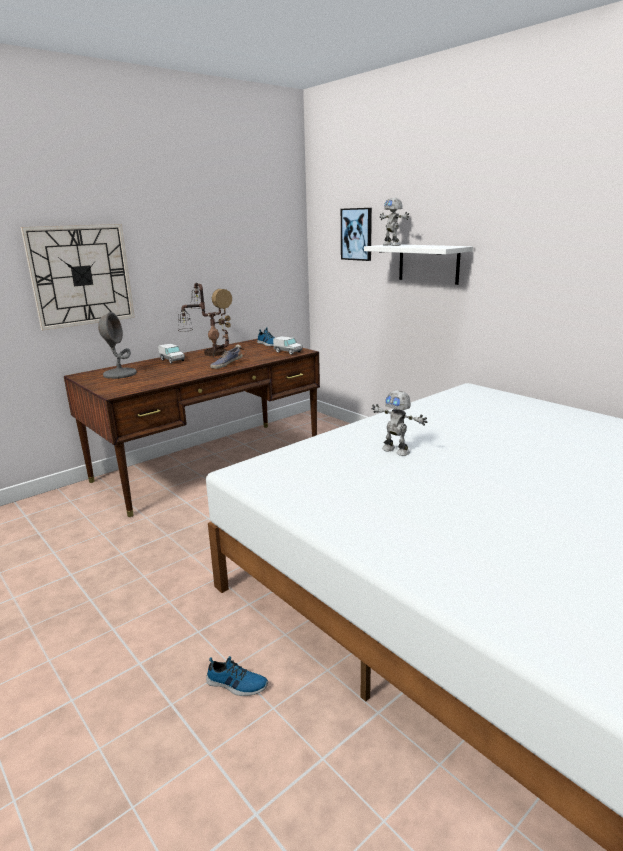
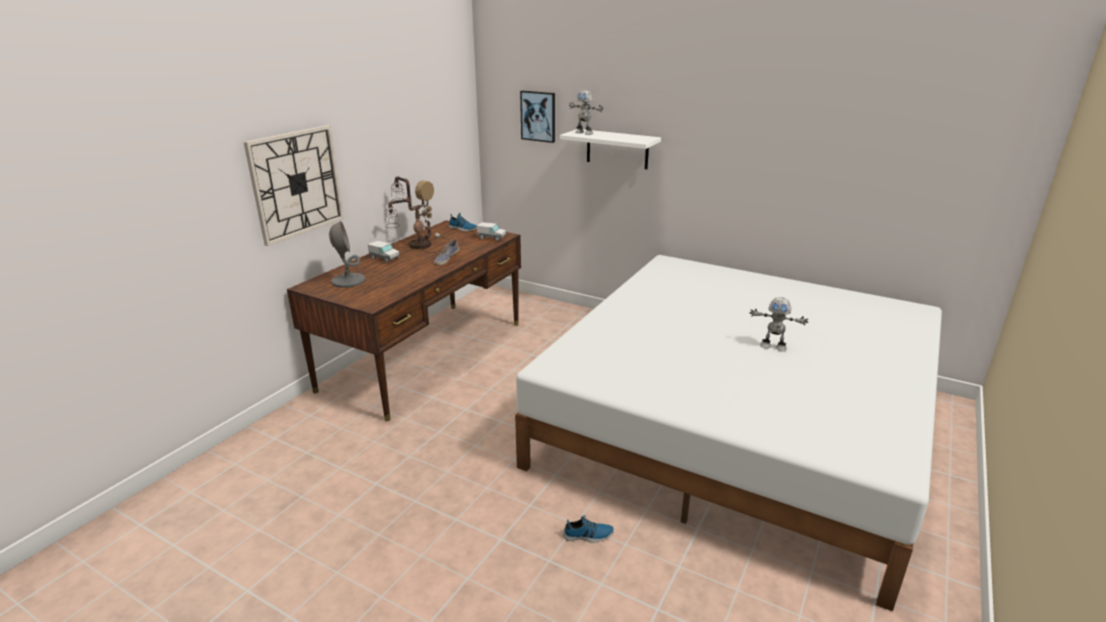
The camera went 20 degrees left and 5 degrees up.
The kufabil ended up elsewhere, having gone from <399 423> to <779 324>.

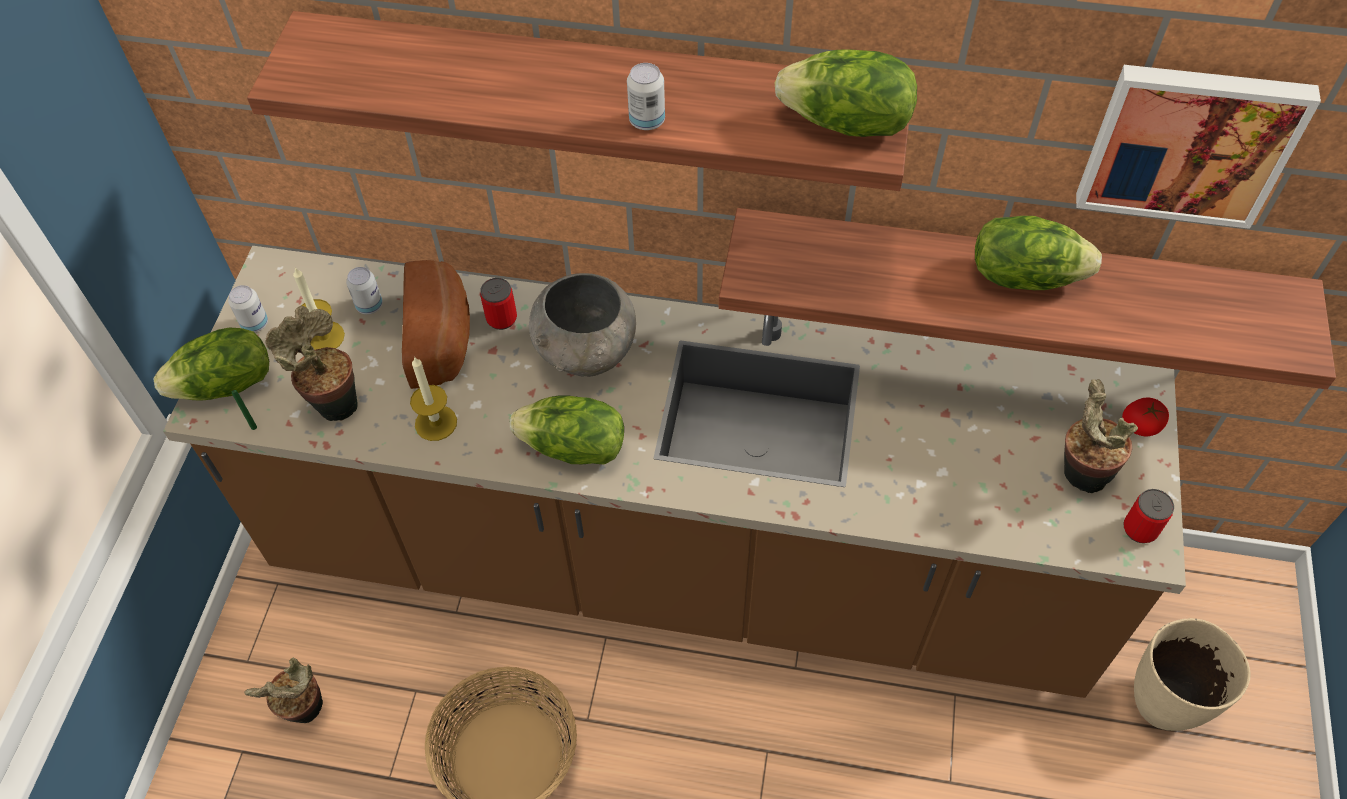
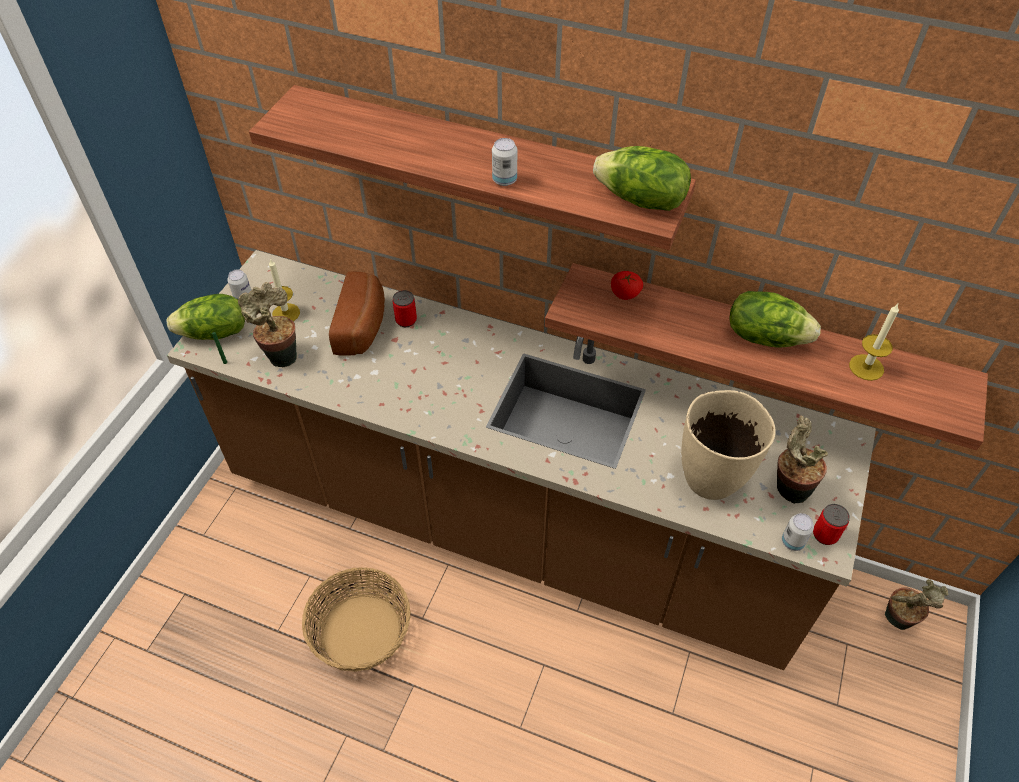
The camera went 10 degrees right and 5 degrees down.
The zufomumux ended up elsewhere, having gone from <283 690> to <917 604>.
The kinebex ended up elsewhere, having gone from <364 290> to <798 532>.
The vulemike ended up elsewhere, having gone from <433 398> to <874 342>.
The second view lost the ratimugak at <567 430>.
The second view lost the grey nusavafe at <582 325>.
The second view lost the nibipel at <1198 147>.
The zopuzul ended up elsewhere, having gone from <1145 417> to <627 285>.
The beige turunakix ended up elsewhere, having gone from <1192 674> to <728 445>.

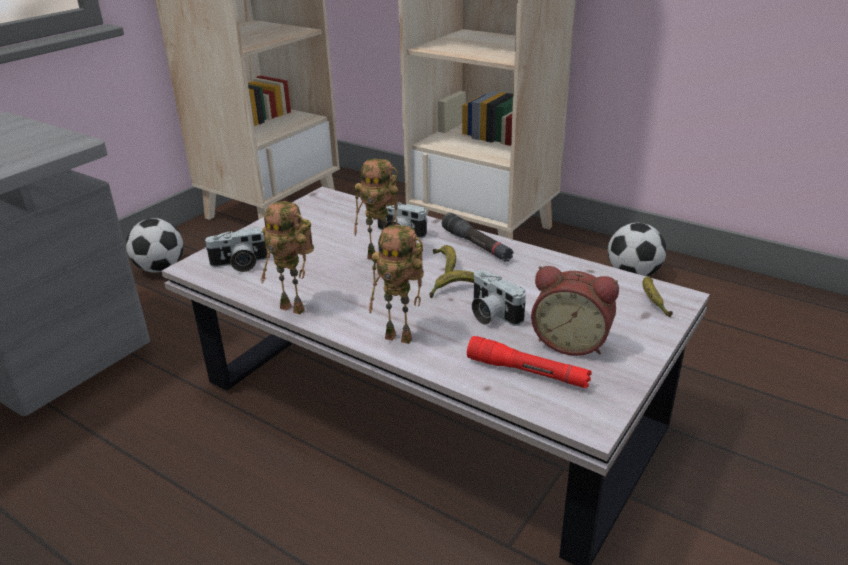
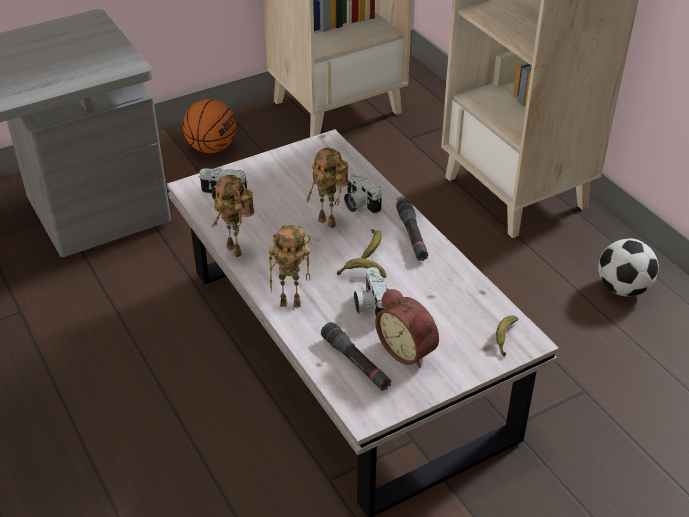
The camera went 25 degrees right and 10 degrees up.
Where the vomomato stood at <154 245>, the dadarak came to stand at <209 126>.
The kufabil at <396 284> ended up facing another way, 45 degrees counterclockwise from before.
What was the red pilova at <529 362> turned into the black pilova at <356 356>.

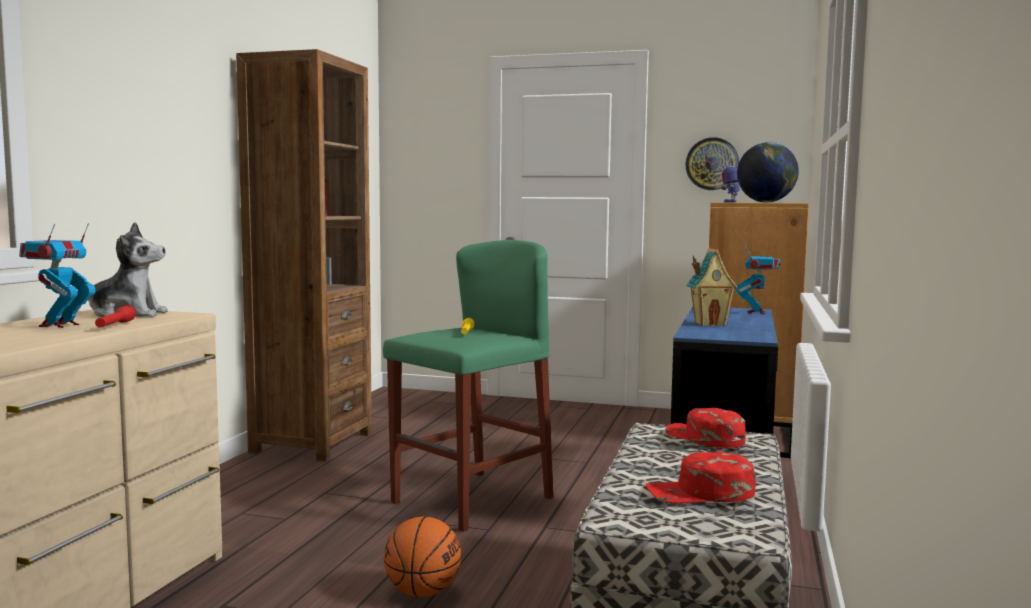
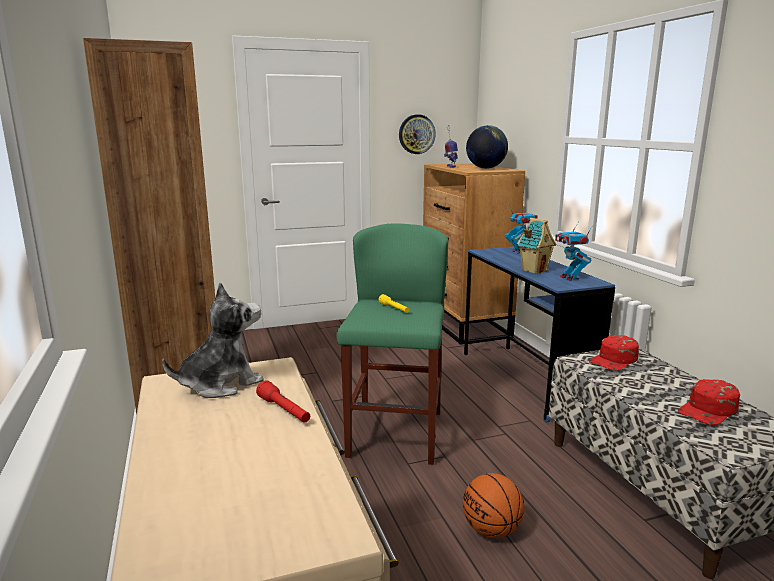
The camera went 35 degrees left and 10 degrees up.
The kufabil ended up elsewhere, having gone from <57 275> to <574 251>.
The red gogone at <705 428> ended up facing another way, 60 degrees counterclockwise from before.

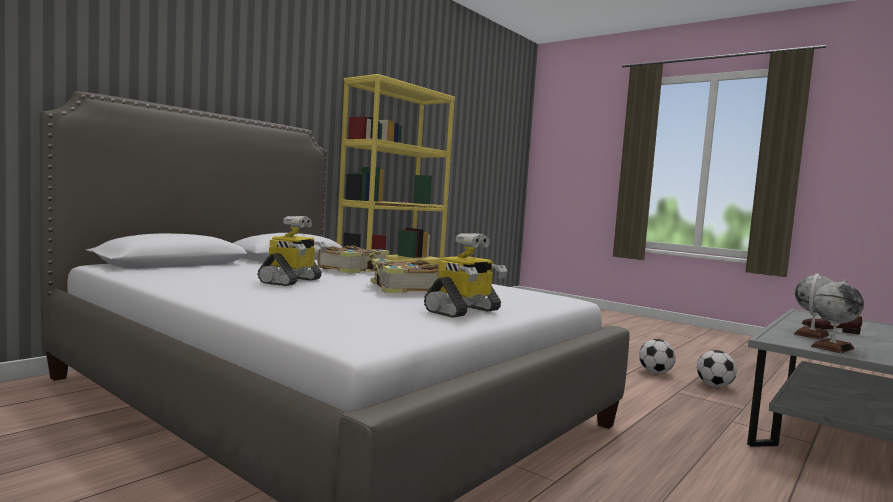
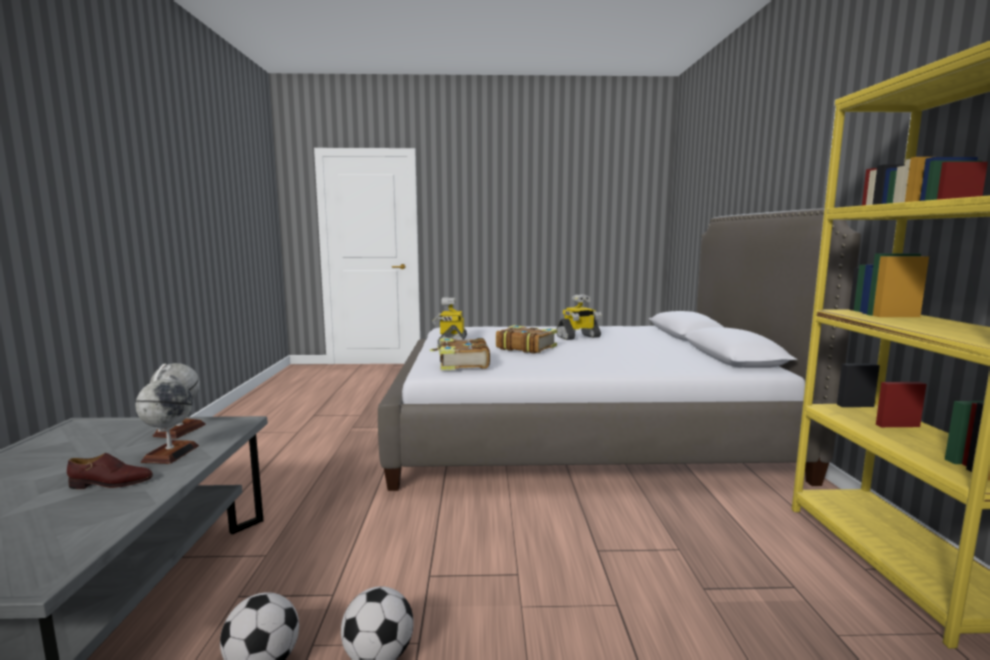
The camera went 140 degrees right and 5 degrees up.
The kufabil at <292 251> ended up facing another way, 90 degrees counterclockwise from before.
The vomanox ended up elsewhere, having gone from <353 260> to <460 354>.

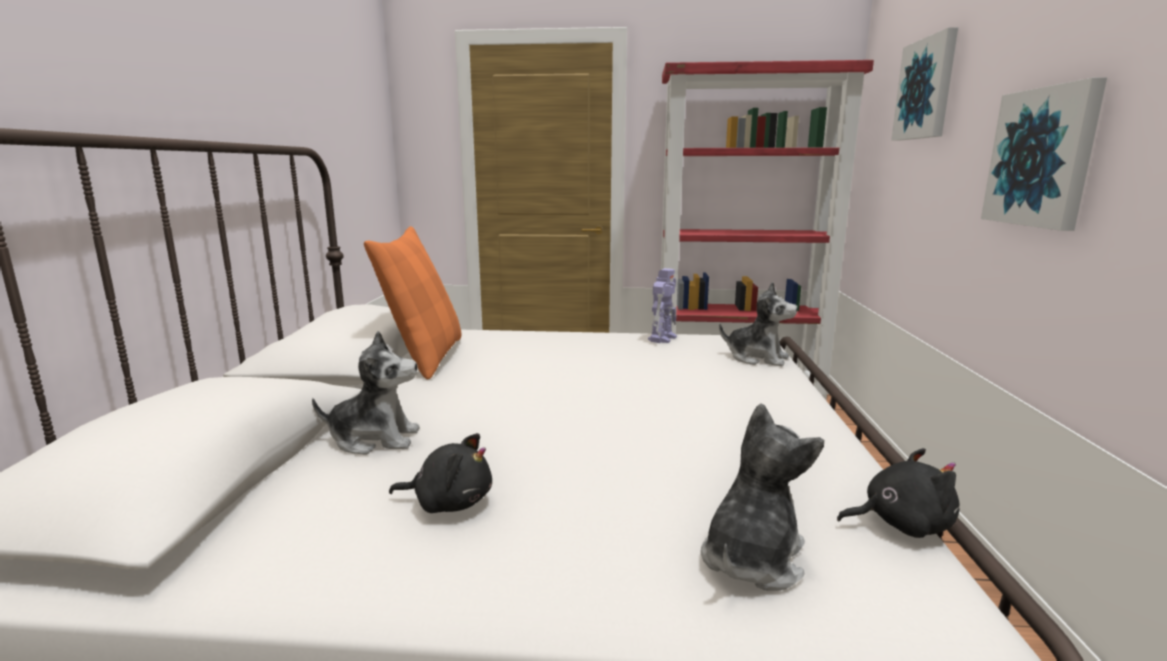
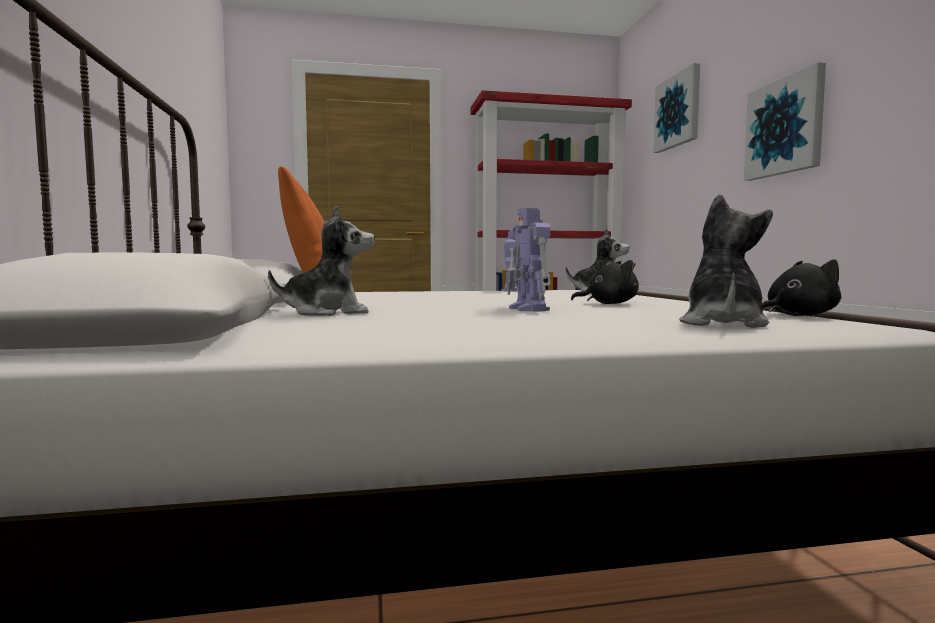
The camera went 15 degrees left and 10 degrees down.
The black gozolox ended up elsewhere, having gone from <440 473> to <605 282>.
The second view gained the kufabil at <529 260>.

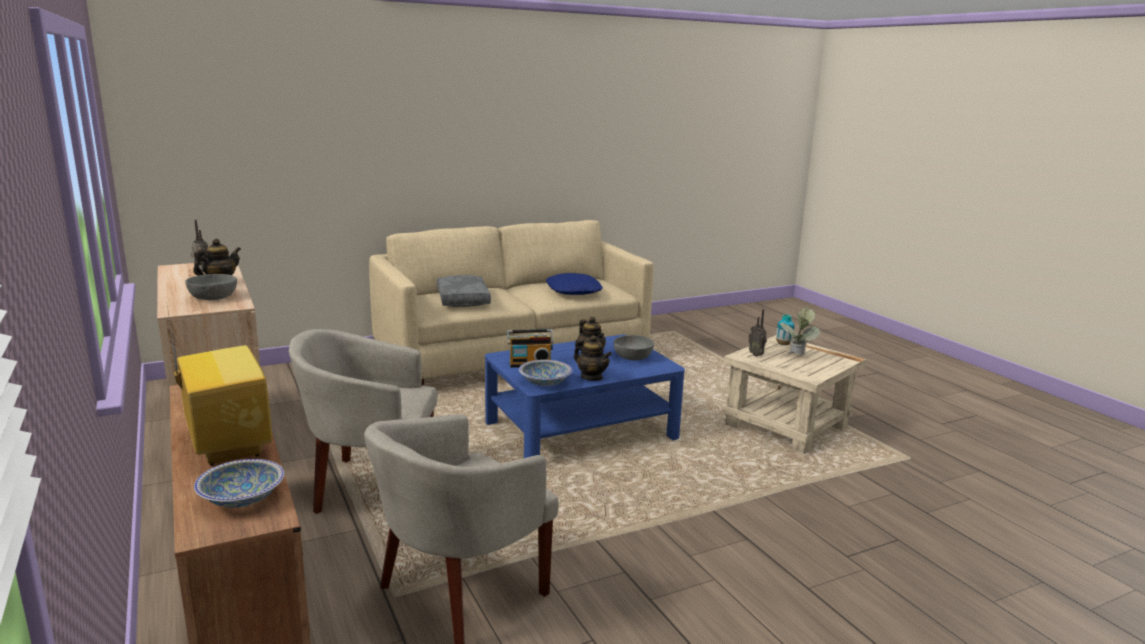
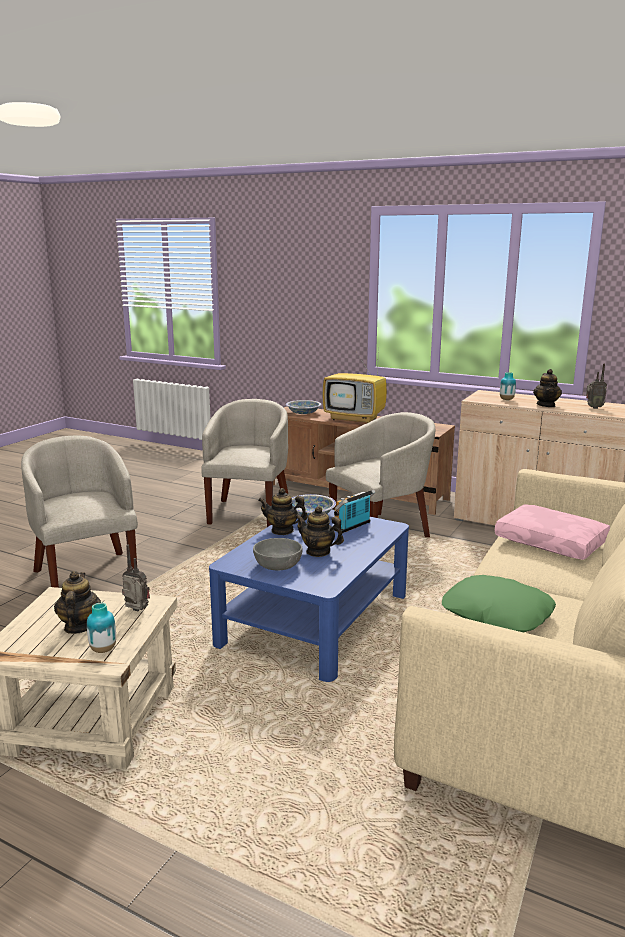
The camera went 145 degrees right and 0 degrees up.
Where the grey nusavafe stood at <211 287>, the turunakix came to stand at <508 386>.
What was the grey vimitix at <464 291> turned into the pink vimitix at <552 532>.
What was the blue vimitix at <574 284> turned into the green vimitix at <499 603>.
Where the zufomumux stood at <800 331>, the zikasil came to stand at <77 602>.
The second view gained the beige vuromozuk at <79 512>.

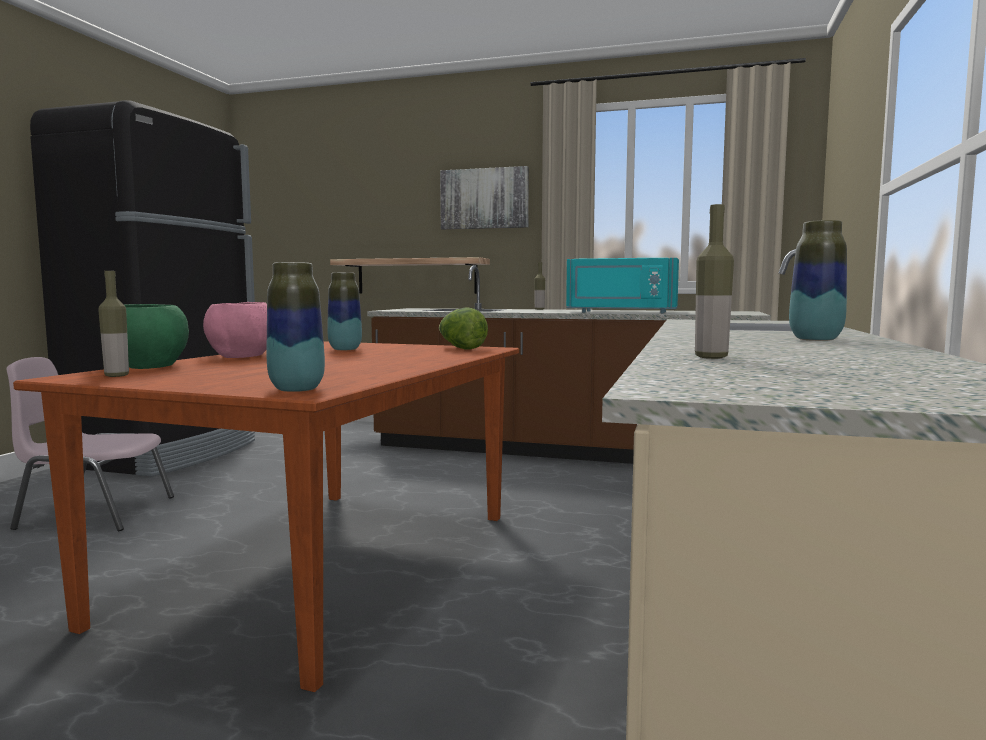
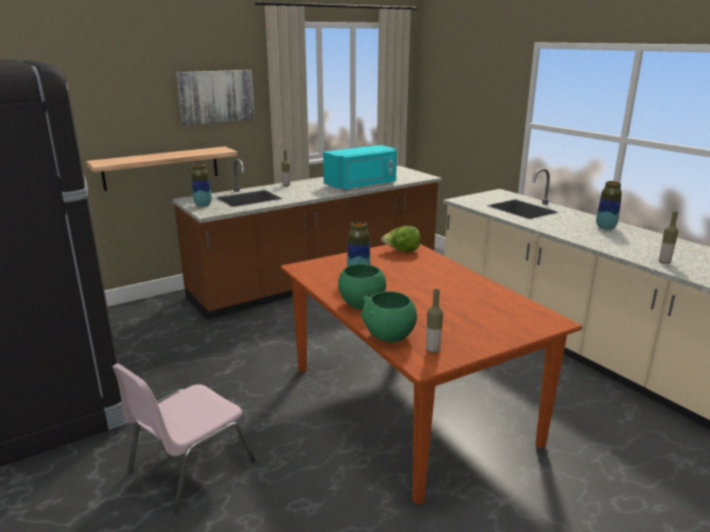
The camera went 50 degrees left and 15 degrees up.
What was the pink nusavafe at <235 330> turned into the green nusavafe at <362 286>.
The turunakix ended up elsewhere, having gone from <296 327> to <202 185>.

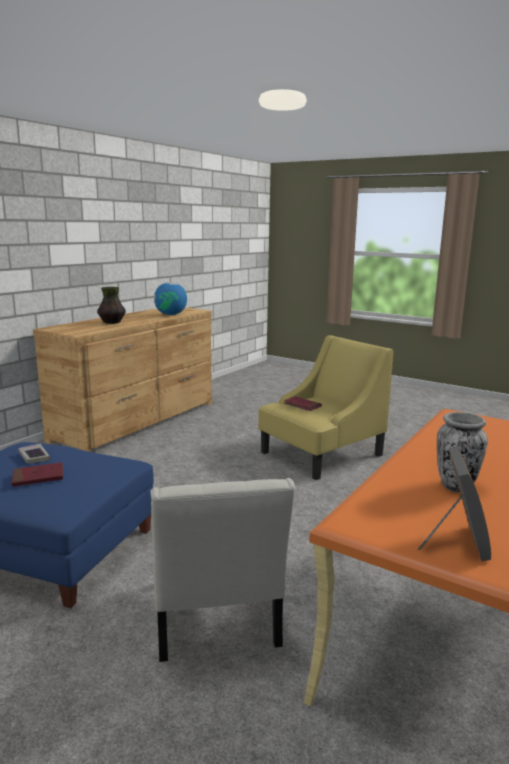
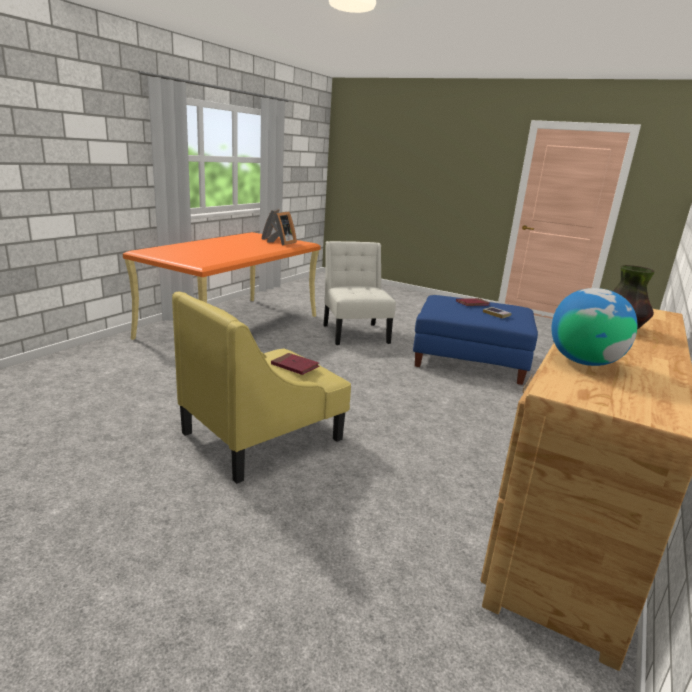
The camera went 175 degrees right and 5 degrees up.
The second view lost the turunakix at <462 452>.
The second view gained the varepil at <282 228>.

